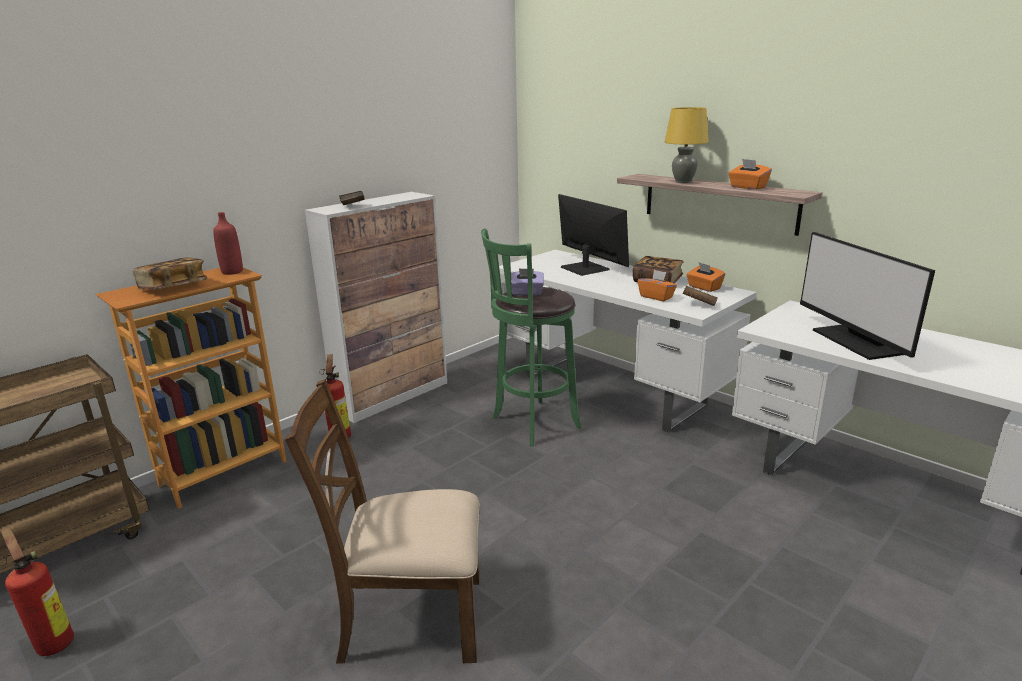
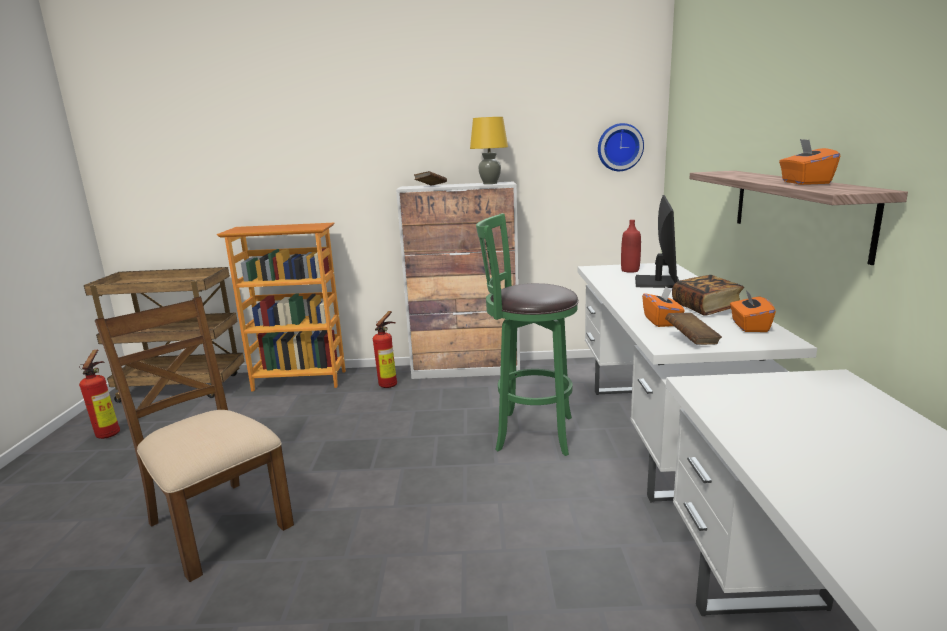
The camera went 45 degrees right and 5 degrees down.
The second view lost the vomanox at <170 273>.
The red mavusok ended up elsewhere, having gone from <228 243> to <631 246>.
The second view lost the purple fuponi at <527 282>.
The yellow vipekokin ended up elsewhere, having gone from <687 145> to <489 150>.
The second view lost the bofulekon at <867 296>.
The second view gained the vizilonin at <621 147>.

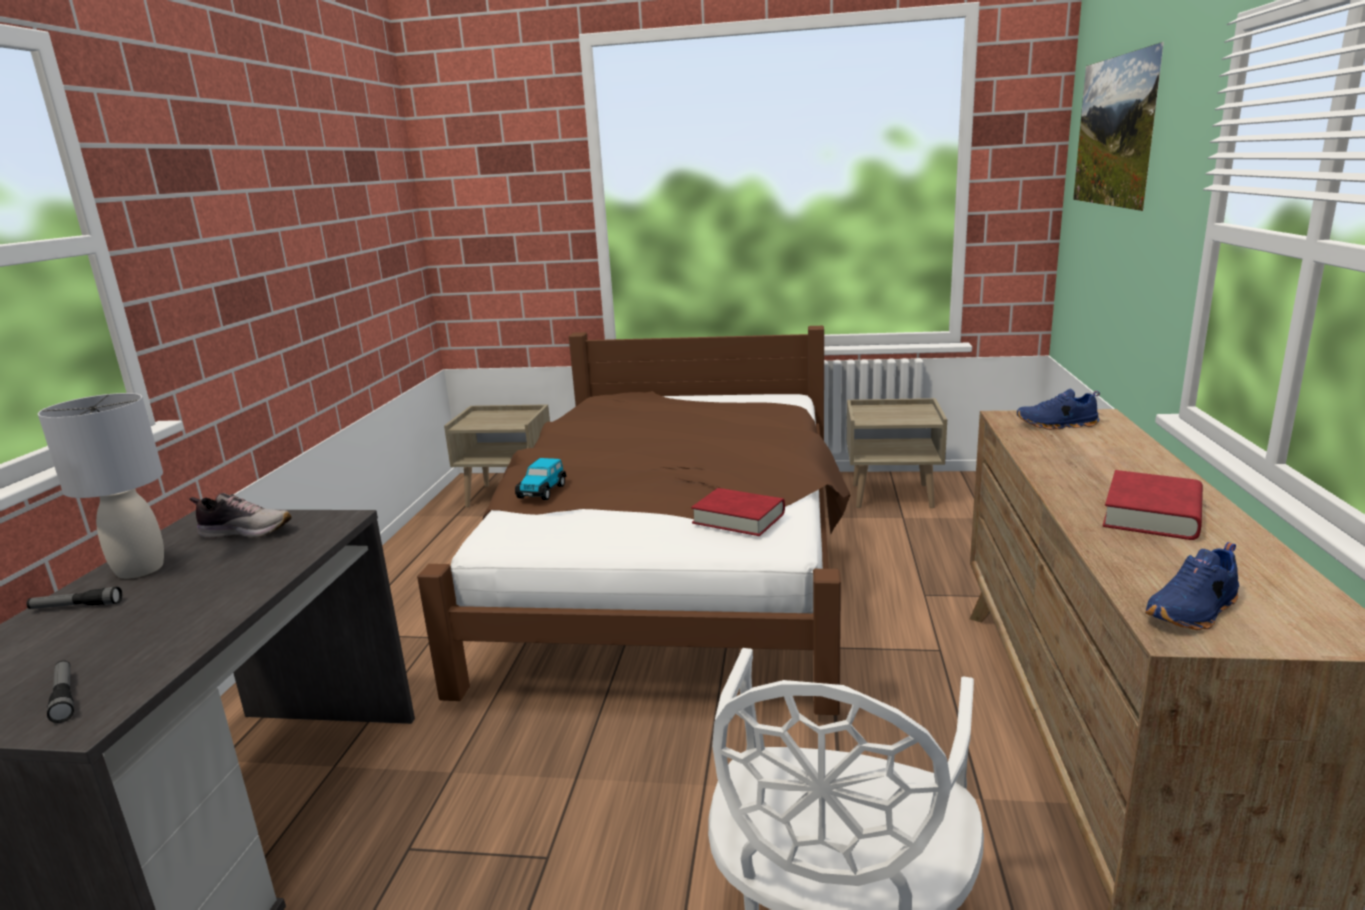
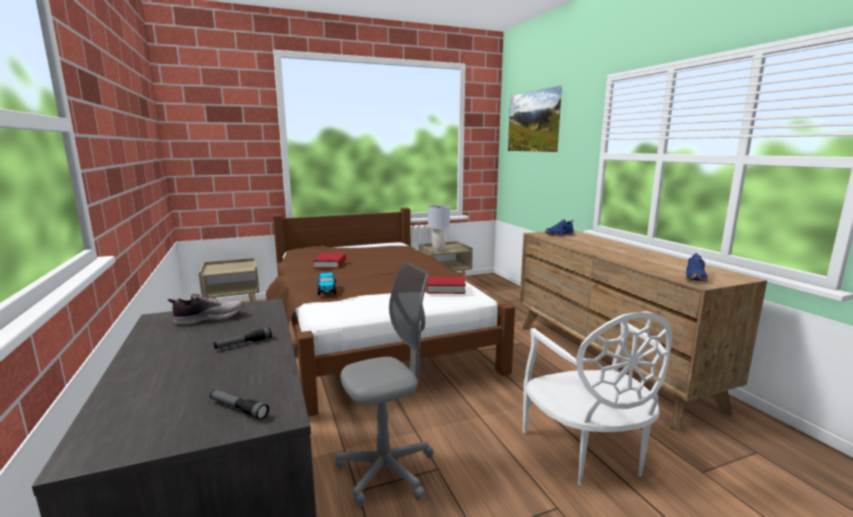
The camera went 30 degrees left and 5 degrees down.
The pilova ended up elsewhere, having gone from <74 598> to <243 338>.
The grey vipekokin ended up elsewhere, having gone from <101 486> to <439 228>.
The red vomanox ended up elsewhere, having gone from <1153 505> to <329 260>.
The second view gained the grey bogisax at <384 385>.

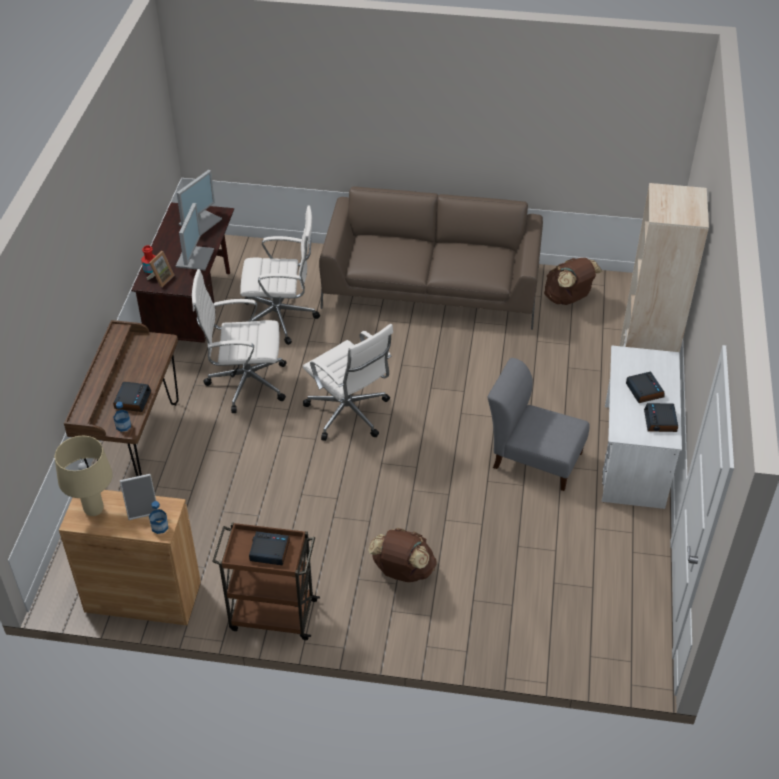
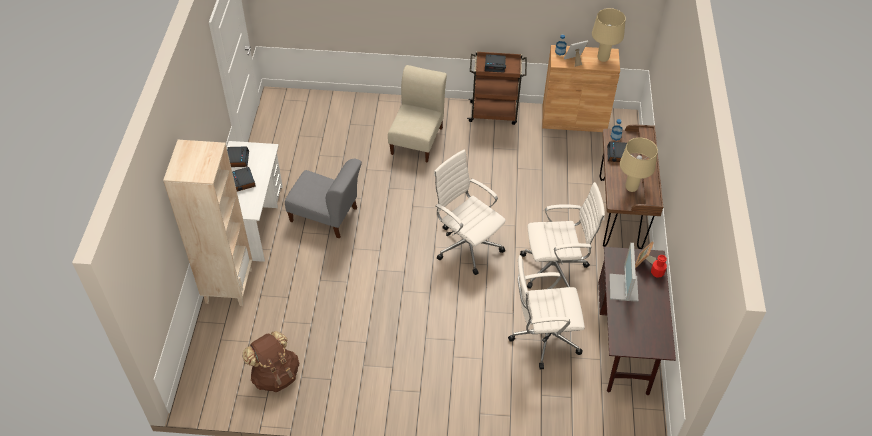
The camera went 175 degrees right and 5 degrees up.
The second view lost the bofulekon at <199 202>.
The second view lost the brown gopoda at <431 258>.
Where the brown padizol stood at <402 555>, the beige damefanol came to stand at <417 114>.
The second view gained the beige vipekokin at <639 165>.

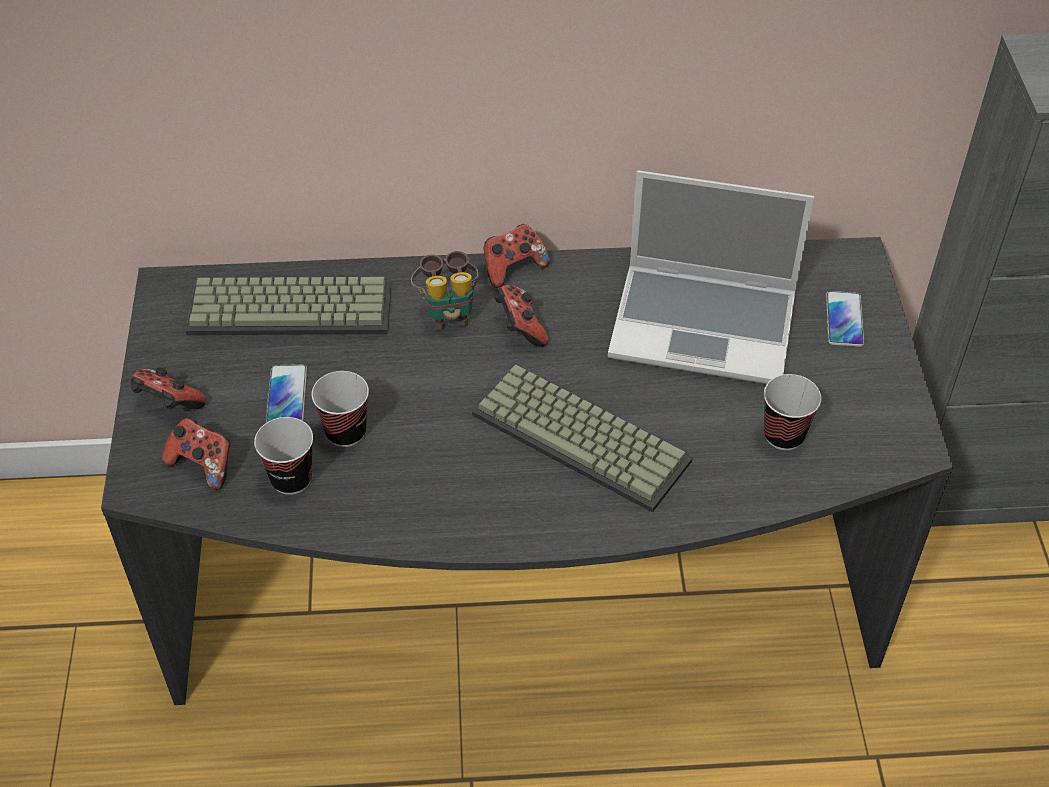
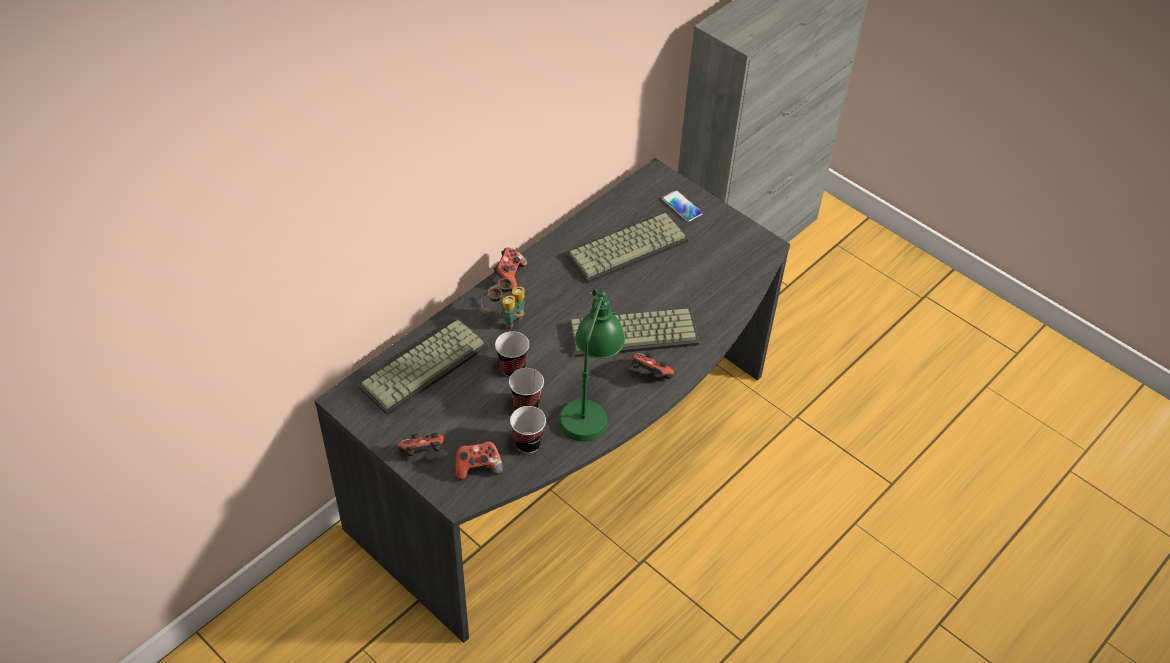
The camera went 45 degrees left and 0 degrees up.
The second view lost the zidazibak at <286 393>.
The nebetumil ended up elsewhere, having gone from <521 316> to <653 366>.
Where the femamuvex stood at <711 277>, the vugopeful came to stand at <627 248>.
The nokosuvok ended up elsewhere, having gone from <792 412> to <512 354>.
The second view gained the green vipekokin at <591 365>.

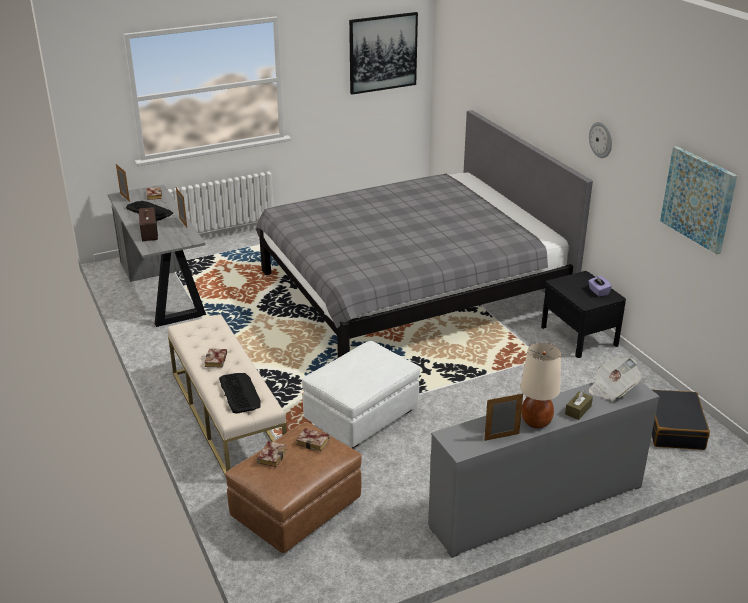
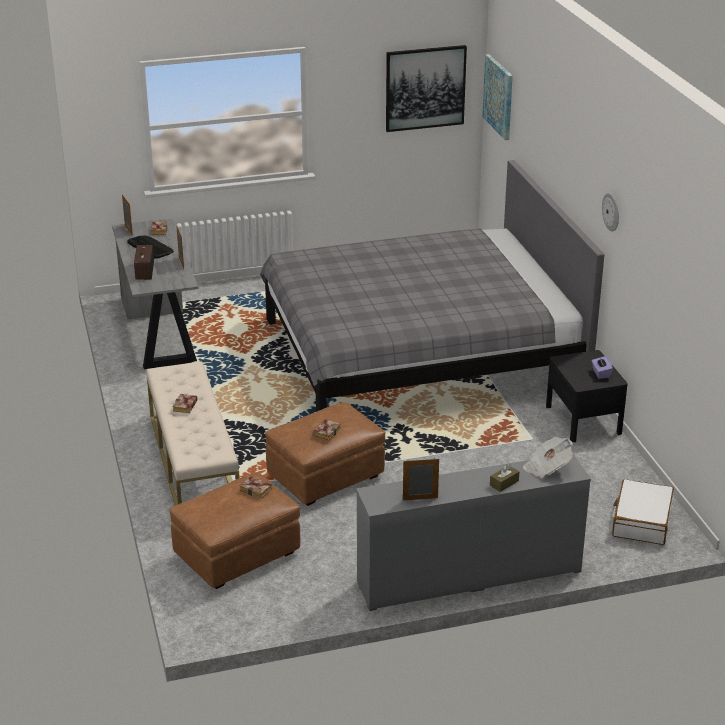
The camera went 10 degrees right and 0 degrees up.
The second view lost the vugopeful at <240 393>.
The vomanox ended up elsewhere, having gone from <272 454> to <327 430>.
What was the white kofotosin at <361 394> turned into the brown kofotosin at <325 454>.
The second view lost the beige vipekokin at <540 385>.
What was the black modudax at <680 419> turned into the white modudax at <643 512>.
The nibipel ended up elsewhere, having gone from <698 200> to <497 97>.

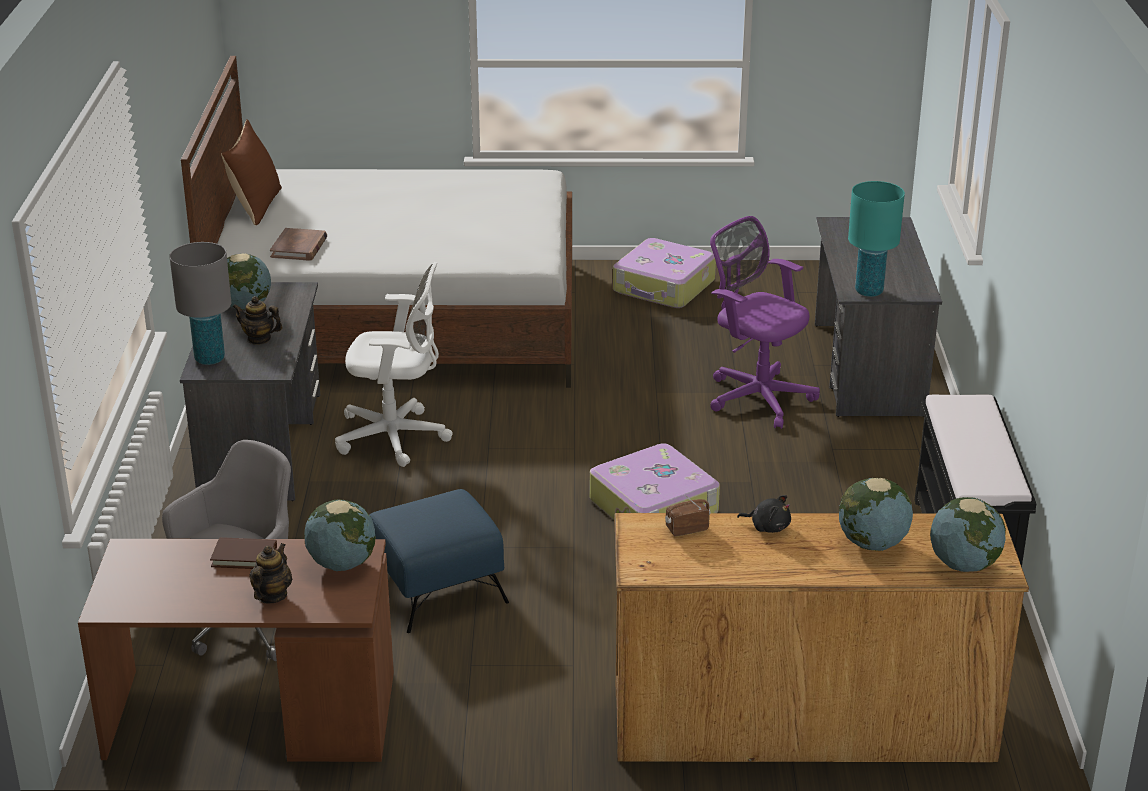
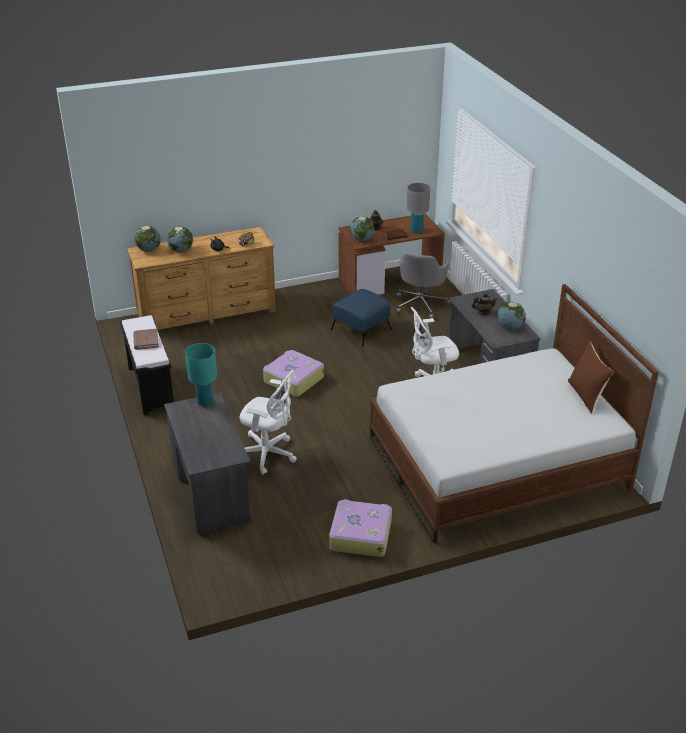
The camera went 160 degrees right and 5 degrees up.
The grey vipekokin ended up elsewhere, having gone from <200 303> to <418 208>.
The brown vomanox ended up elsewhere, having gone from <298 244> to <146 339>.
What was the purple bogisax at <765 322> turned into the white bogisax at <268 422>.

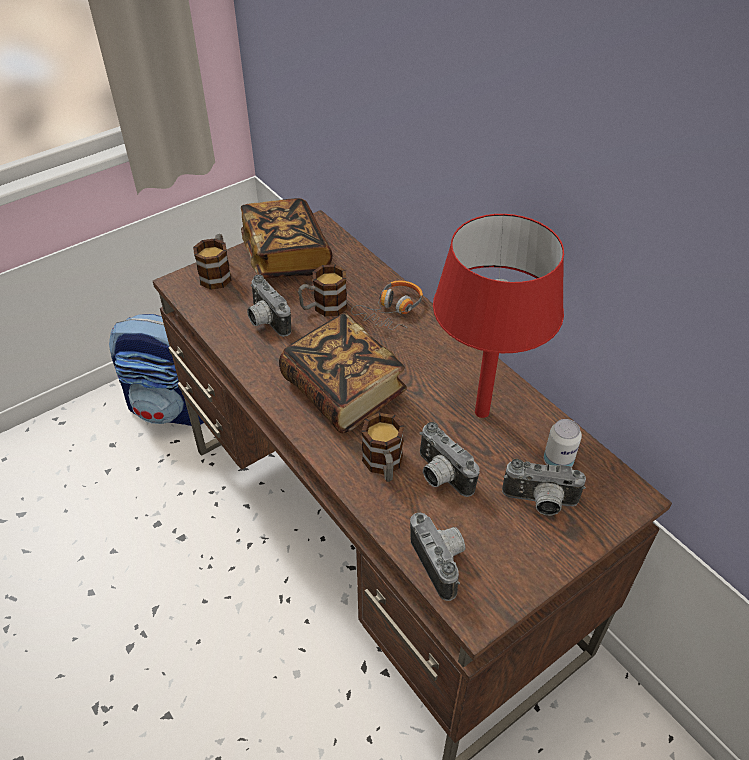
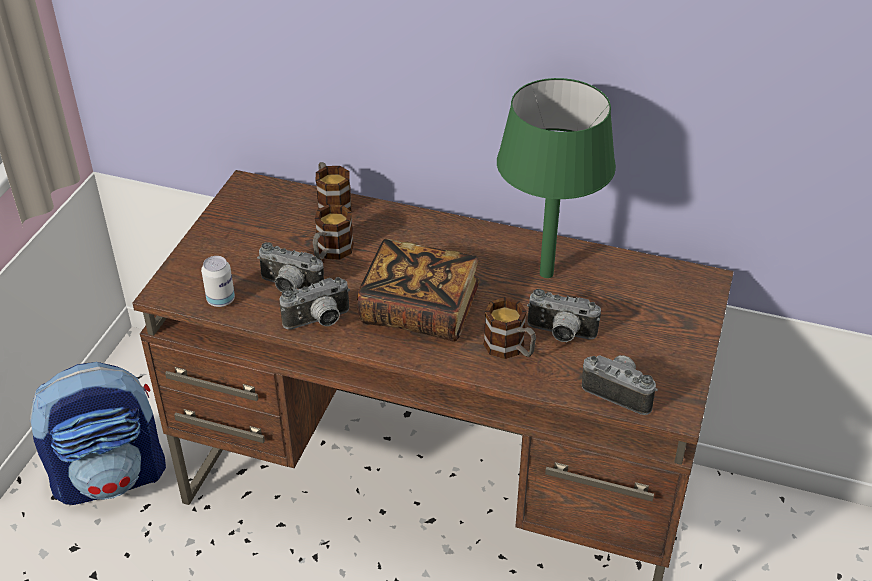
The camera went 35 degrees left and 5 degrees down.
The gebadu ended up elsewhere, having gone from <212 262> to <334 187>.
The second view lost the vomanox at <286 238>.
The second view lost the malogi at <387 305>.
What was the red vipekokin at <498 316> turned into the green vipekokin at <556 178>.
The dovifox ended up elsewhere, having gone from <544 487> to <314 303>.
The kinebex ended up elsewhere, having gone from <563 443> to <218 281>.

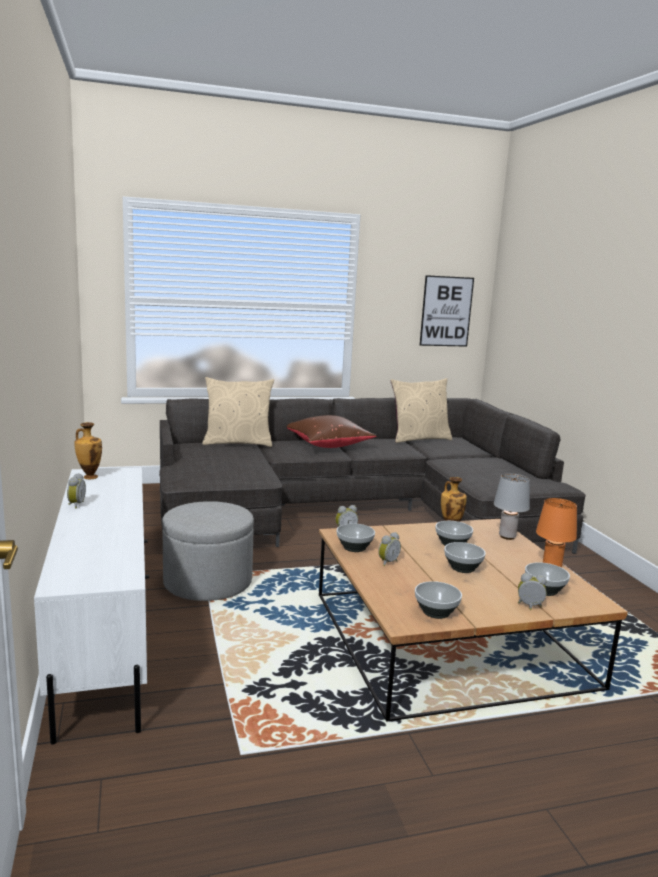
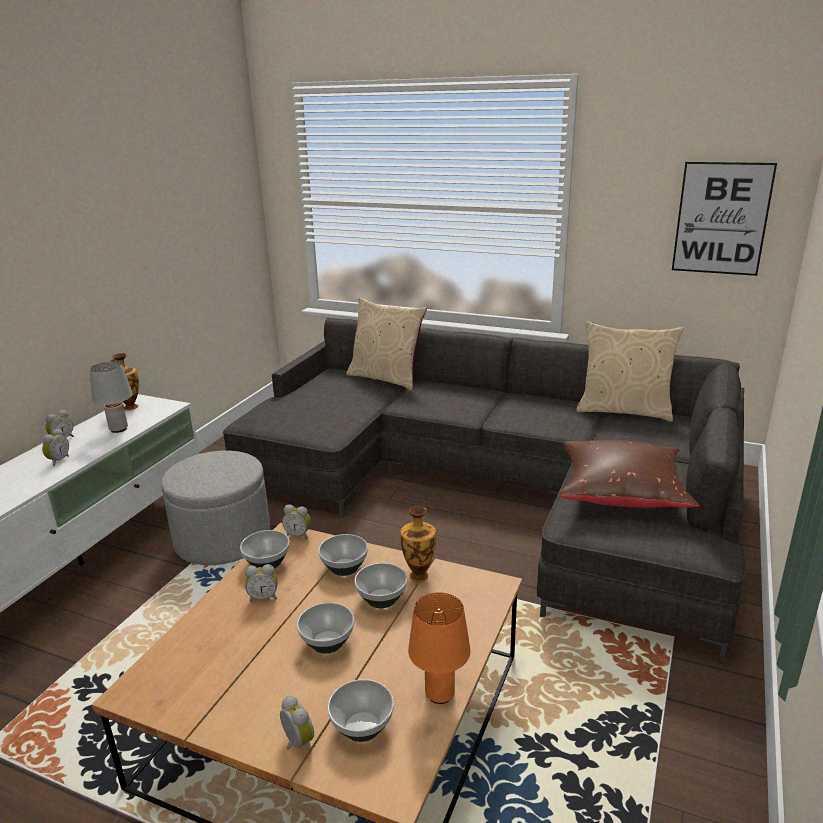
The camera went 40 degrees right and 10 degrees up.
The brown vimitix ended up elsewhere, having gone from <332 431> to <629 474>.
The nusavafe ended up elsewhere, having gone from <438 600> to <343 555>.
The grey vipekokin ended up elsewhere, having gone from <512 506> to <111 397>.
The second view gained the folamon at <55 447>.

